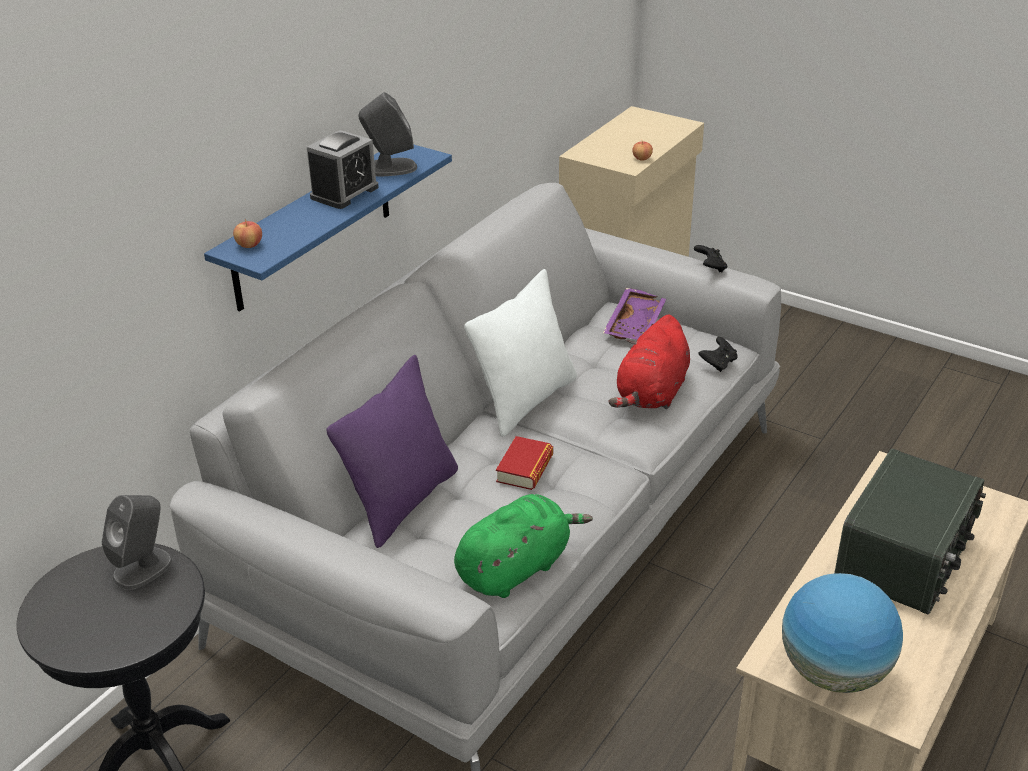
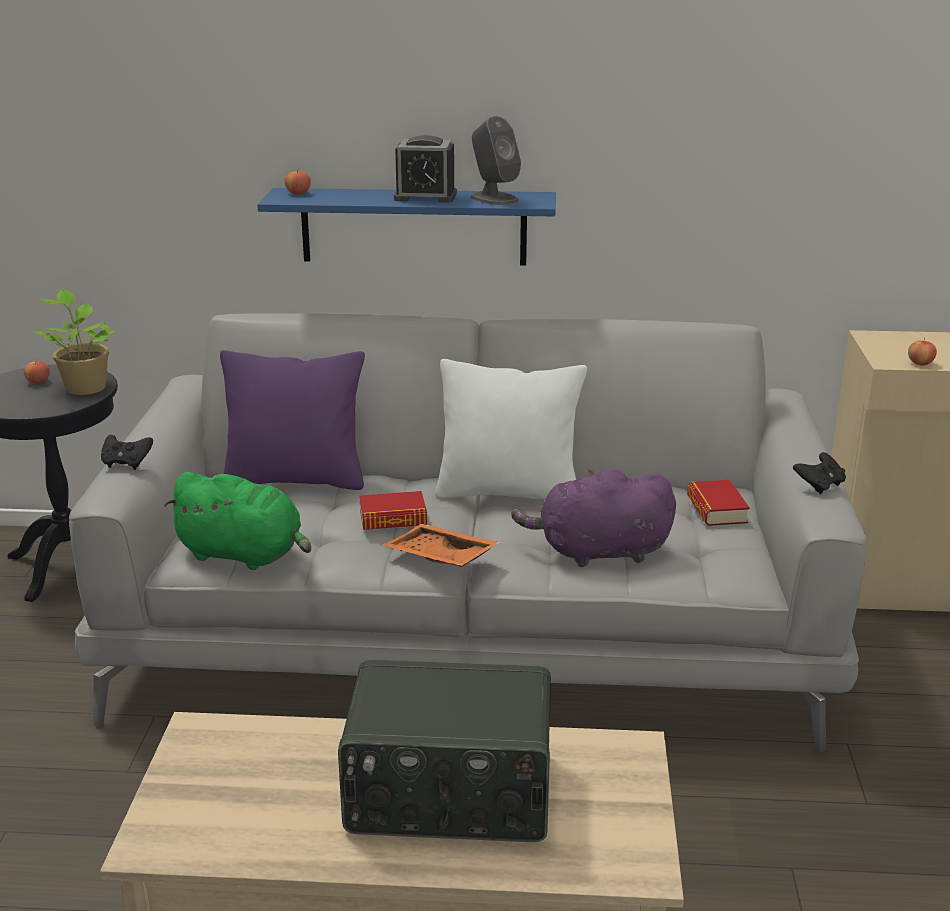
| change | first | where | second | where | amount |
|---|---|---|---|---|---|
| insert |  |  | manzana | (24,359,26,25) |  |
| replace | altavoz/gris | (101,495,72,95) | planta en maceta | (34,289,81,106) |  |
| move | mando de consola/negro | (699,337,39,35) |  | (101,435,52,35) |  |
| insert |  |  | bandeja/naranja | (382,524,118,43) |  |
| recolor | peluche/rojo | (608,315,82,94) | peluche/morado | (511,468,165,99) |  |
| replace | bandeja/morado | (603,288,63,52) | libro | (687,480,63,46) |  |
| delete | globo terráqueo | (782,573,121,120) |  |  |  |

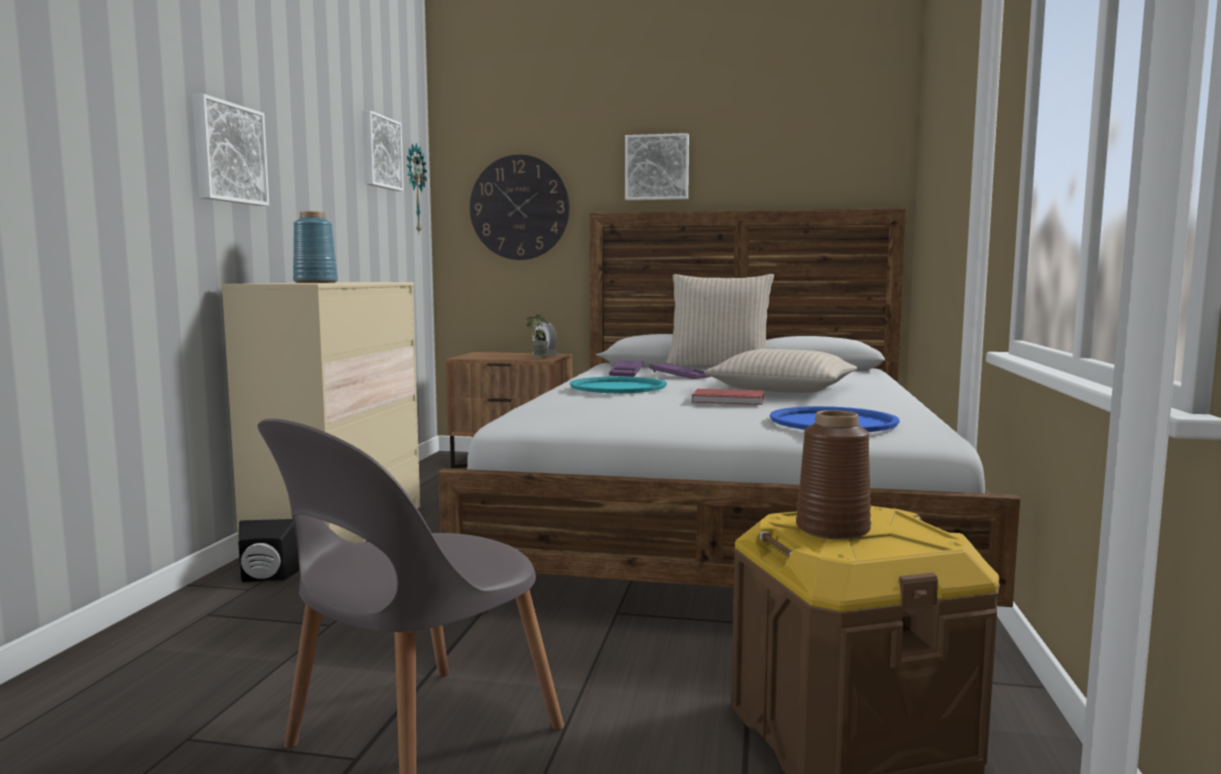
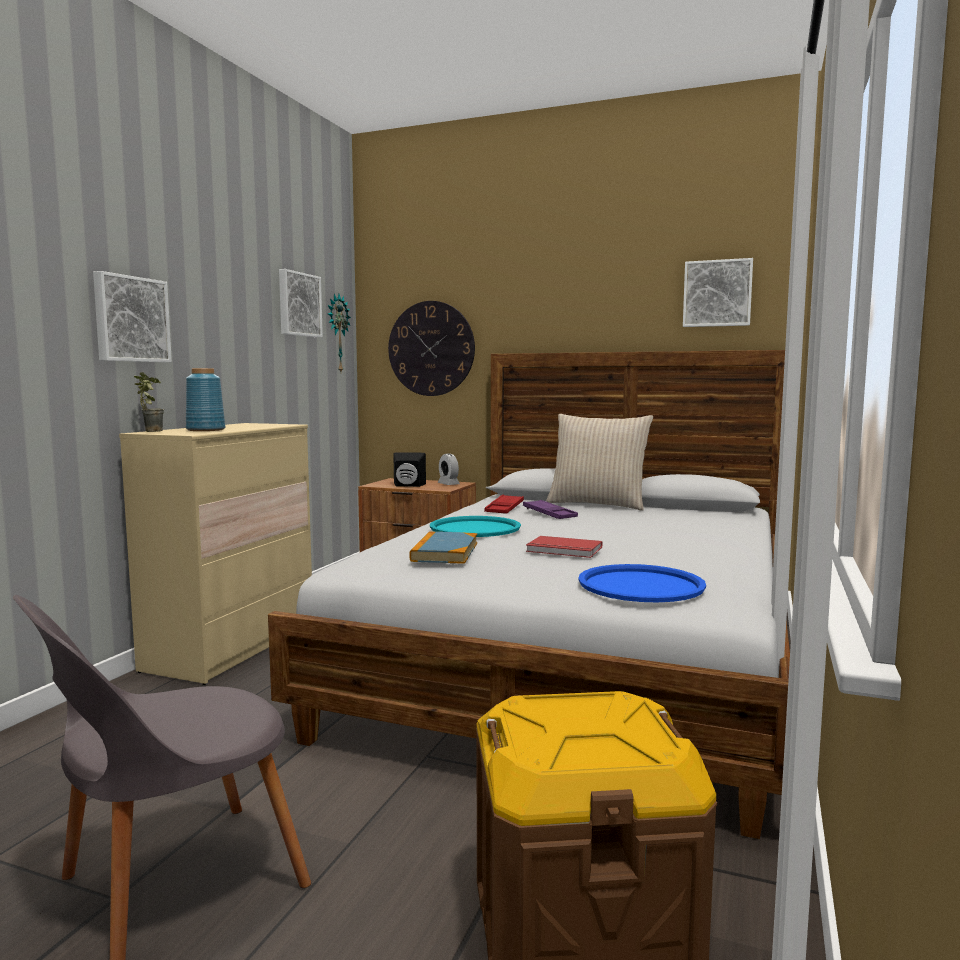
| change | first | where | second | where | amount |
|---|---|---|---|---|---|
| move | planta en maceta | (526,314,22,45) |  | (134,372,30,60) |  |
| move | altavoz/negro | (238,519,61,63) |  | (393,452,33,35) |  |
| insert |  |  | libro | (409,531,68,33) |  |
| recolor | bandeja/morado | (609,360,35,17) | bandeja/rojo | (484,494,40,20) |  |
| move | cuadro | (625,133,64,67) |  | (683,258,70,69) |  |
| delete | cojín/beis | (704,349,154,44) |  |  |  |
| delete | florero/marrón | (796,410,75,130) |  |  |  |

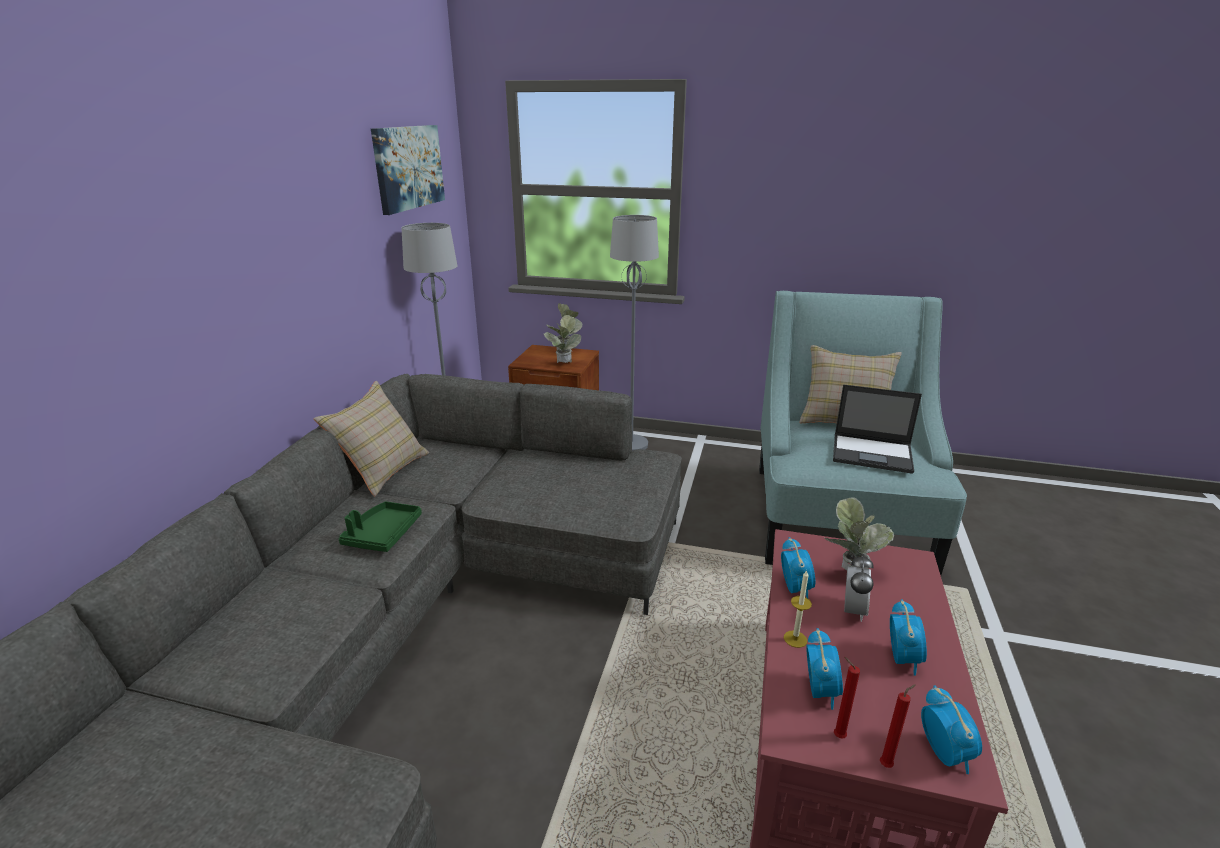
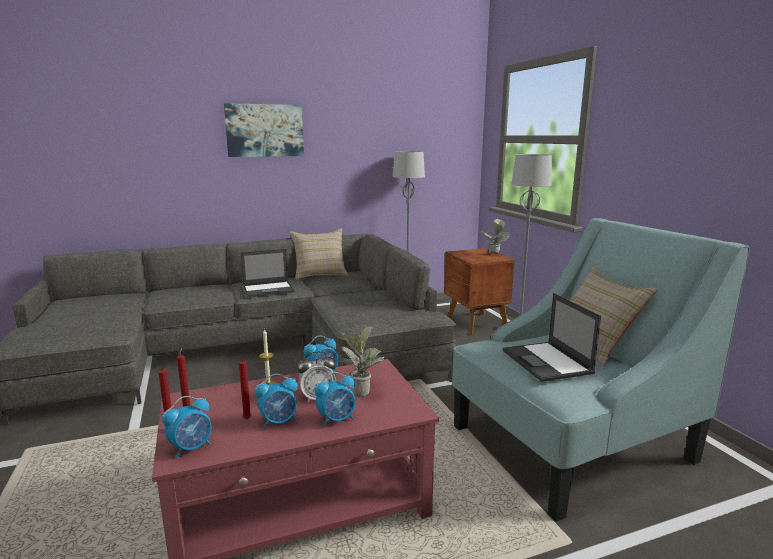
| change | first | where | second | where | amount |
|---|---|---|---|---|---|
| move | cuadro | (371,125,74,90) |  | (224,103,80,54) |  |
| insert |  |  | vela/rojo | (239,358,13,61) |  |
| replace | bandeja/verde | (339,502,83,50) | portátil | (240,249,54,49) |  |
| move | despertador | (806,628,37,82) |  | (314,372,41,55) |  |
| delete | planta en maceta | (544,315,37,48) |  |  |  |

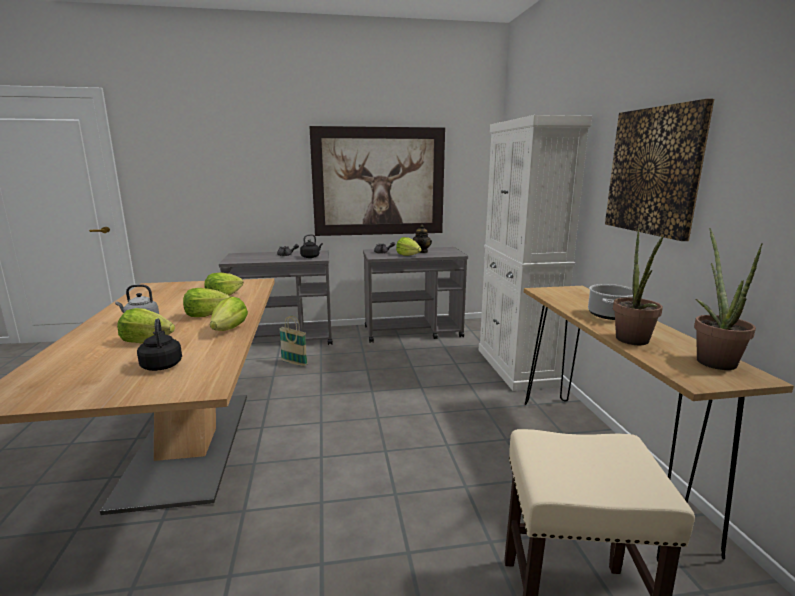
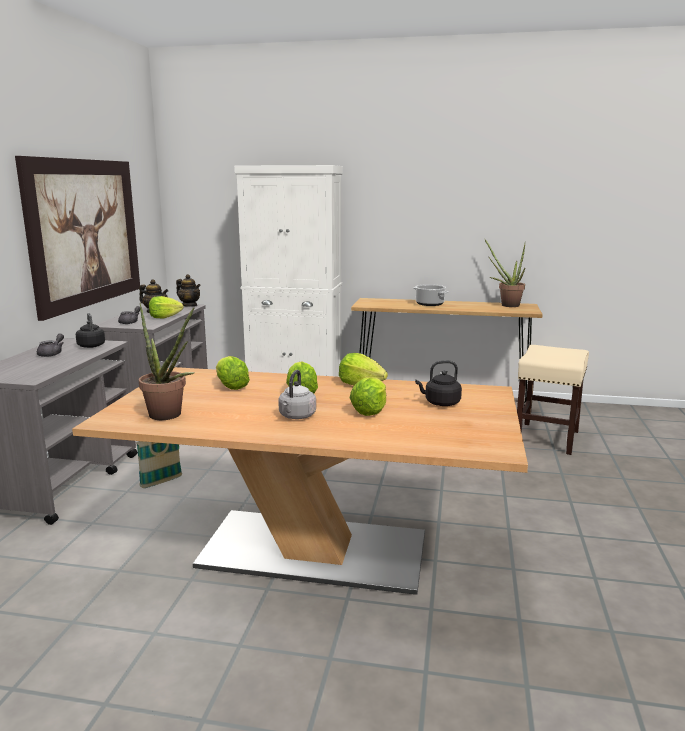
| change | first | where | second | where | amount |
|---|---|---|---|---|---|
| move | planta en maceta | (613,228,51,117) |  | (139,303,56,117) |  |
| insert |  |  | tetera | (176,274,25,33) |  |
| delete | cuadro | (605,99,109,142) |  |  |  |

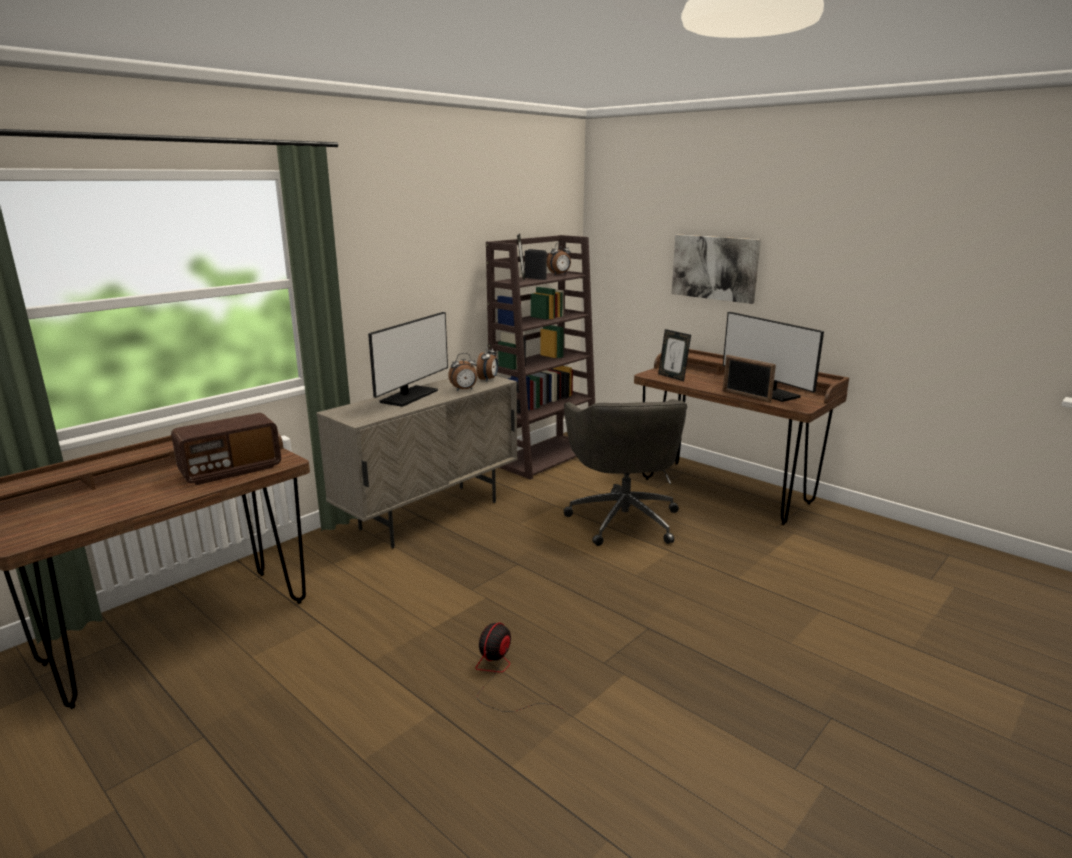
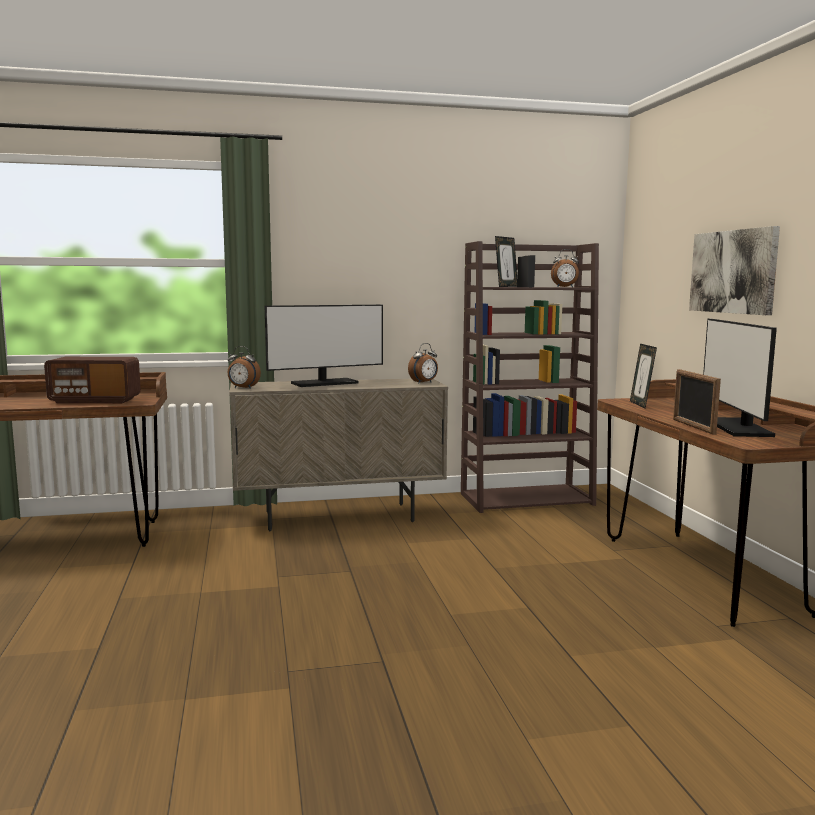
| change | first | where | second | where | amount |
|---|---|---|---|---|---|
| move | despertador | (448,353,29,38) |  | (228,346,33,43) |  |
| delete | ventilador | (475,622,88,90) |  |  |  |
| delete | silla de oficina/gris | (564,399,123,147) |  |  |  |

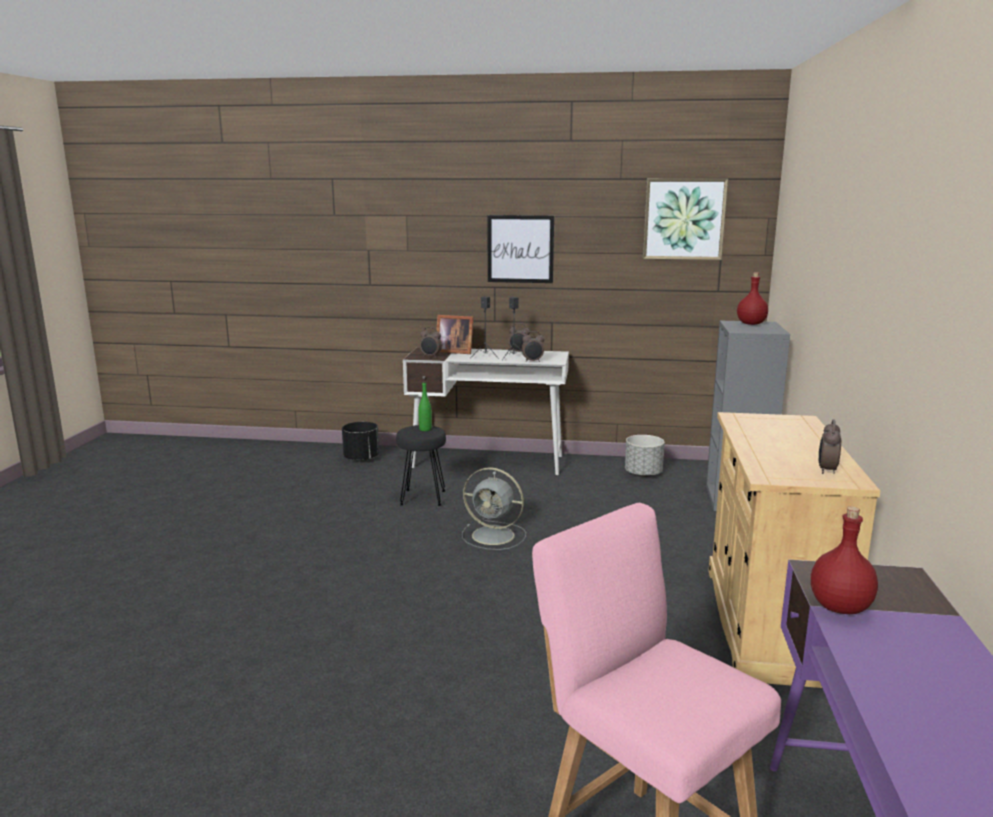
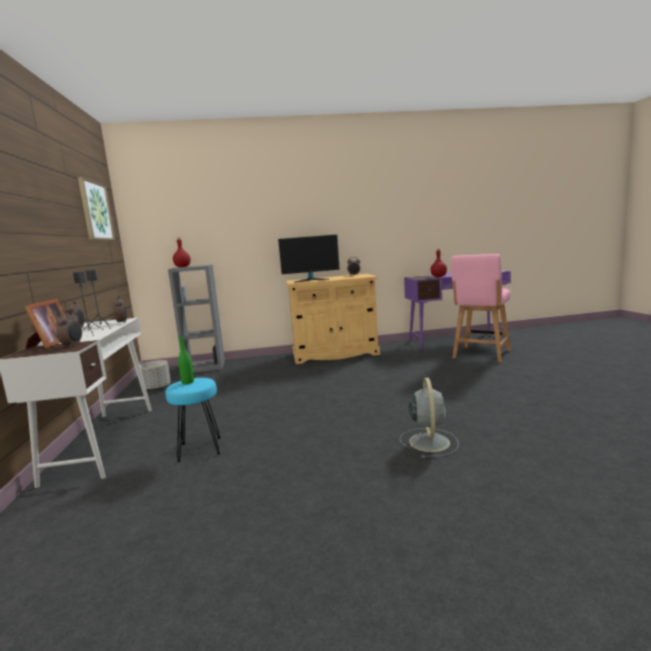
| change | first | where | second | where | amount |
|---|---|---|---|---|---|
| recolor | taburete/negro | (396,425,50,81) | taburete/turquesa | (166,378,55,84) |  |
| insert |  |  | monitor | (278,235,62,48) |  |
| move | ventilador/gris | (462,467,64,83) |  | (400,378,59,80) |  |
| delete | maceta/negro | (342,422,37,40) |  |  |  |
| delete | cuadro | (488,215,66,68) |  |  |  |

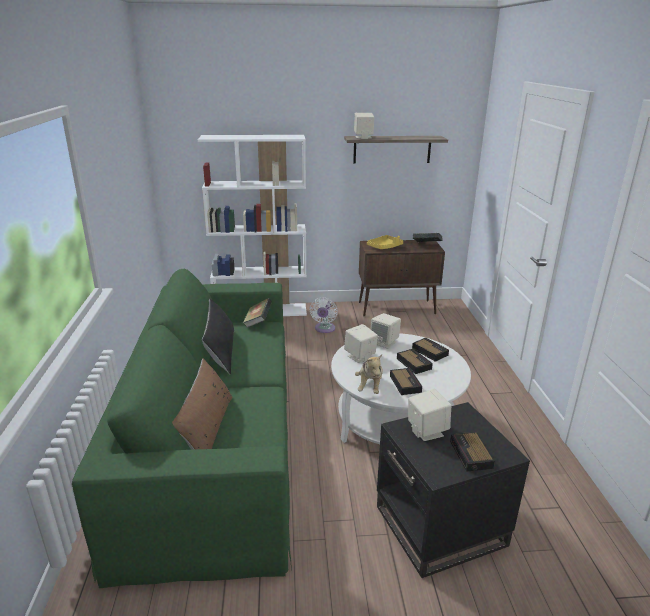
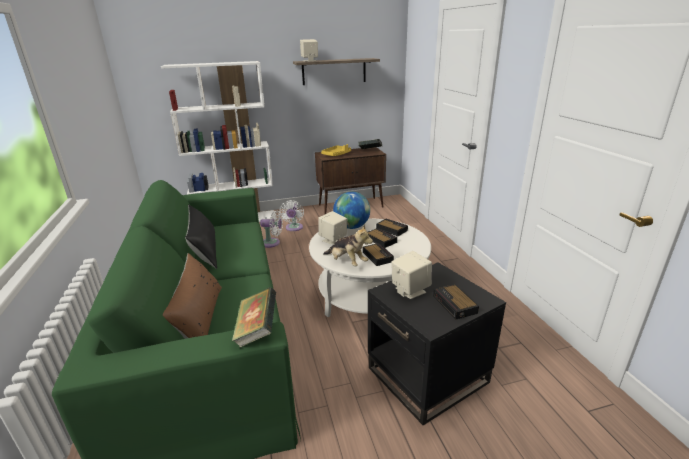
| change | first | where | second | where | amount |
|---|---|---|---|---|---|
| move | libro | (243,298,29,30) |  | (232,287,44,61) |  |
| insert |  |  | ventilador/blanco | (260,211,23,37) |  |
| rotate | peluche | (355,354,28,40) |  | (323,225,50,41) | 45 degrees counterclockwise |
| replace | altavoz/beis | (370,313,31,36) | globo terráqueo | (333,191,37,38) |  |

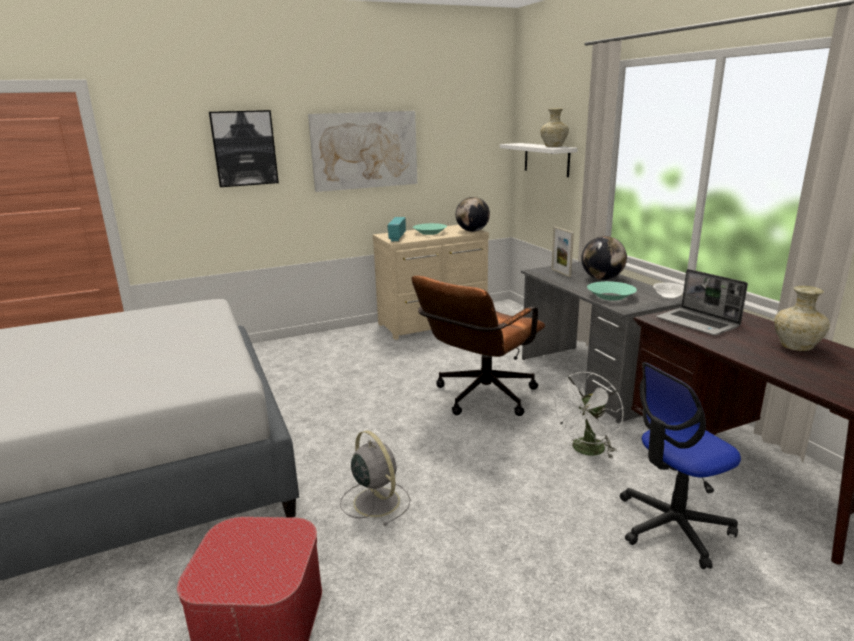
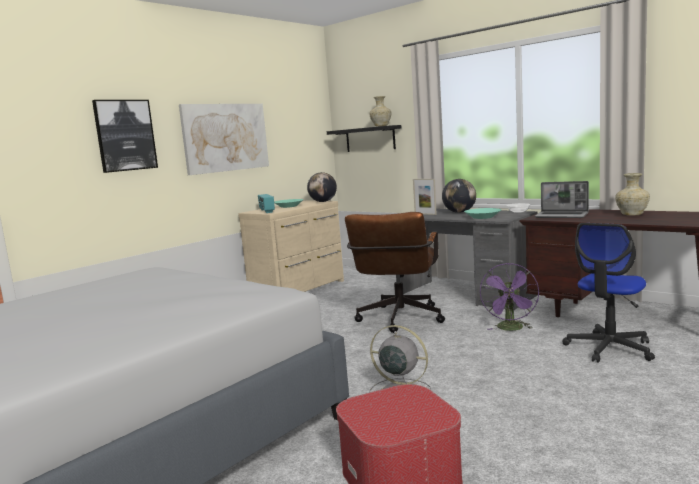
| change | first | where | second | where | amount |
|---|---|---|---|---|---|
| recolor | estante/blanco | (500,143,78,34) | estante/negro | (327,125,74,27) |  |
| recolor | ventilador/blanco | (550,372,74,86) | ventilador/morado | (480,263,59,68) |  |

